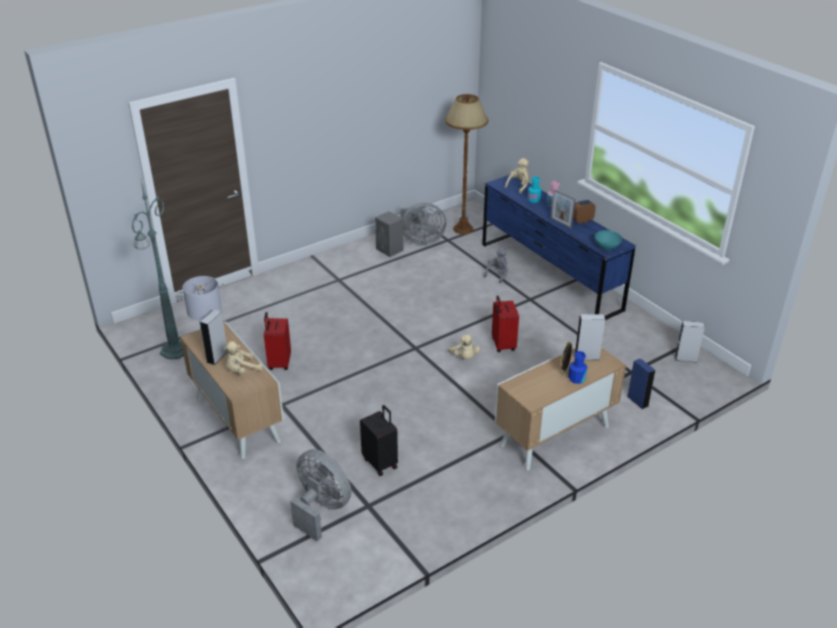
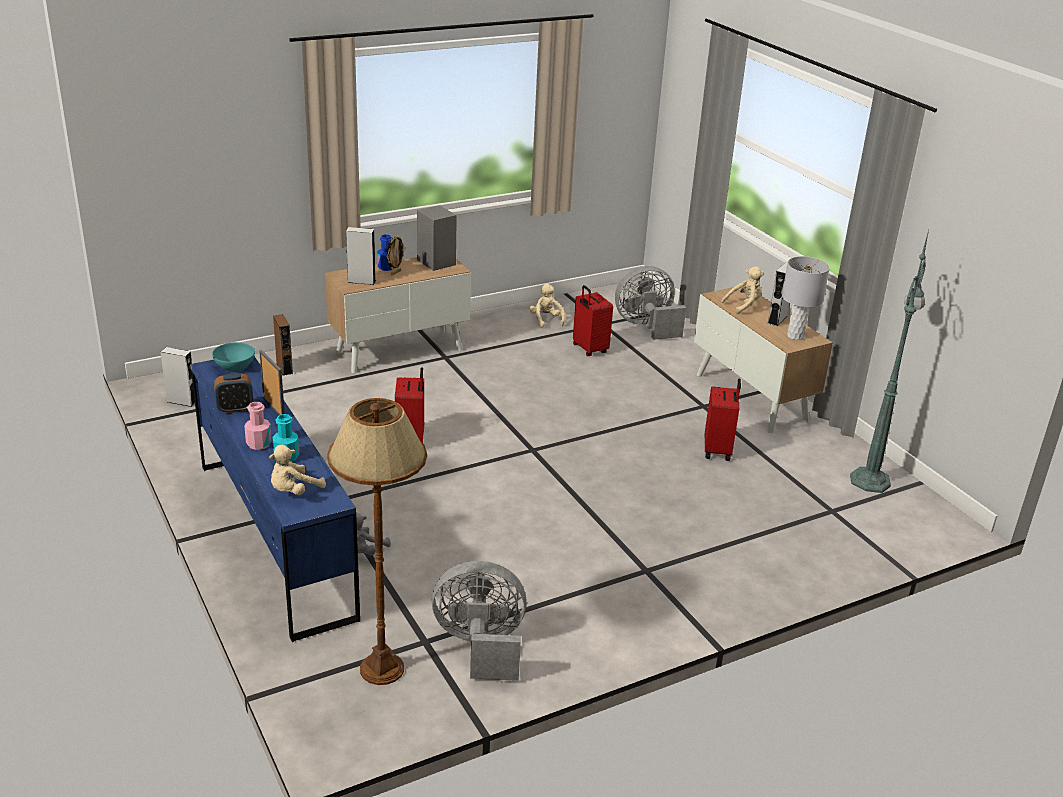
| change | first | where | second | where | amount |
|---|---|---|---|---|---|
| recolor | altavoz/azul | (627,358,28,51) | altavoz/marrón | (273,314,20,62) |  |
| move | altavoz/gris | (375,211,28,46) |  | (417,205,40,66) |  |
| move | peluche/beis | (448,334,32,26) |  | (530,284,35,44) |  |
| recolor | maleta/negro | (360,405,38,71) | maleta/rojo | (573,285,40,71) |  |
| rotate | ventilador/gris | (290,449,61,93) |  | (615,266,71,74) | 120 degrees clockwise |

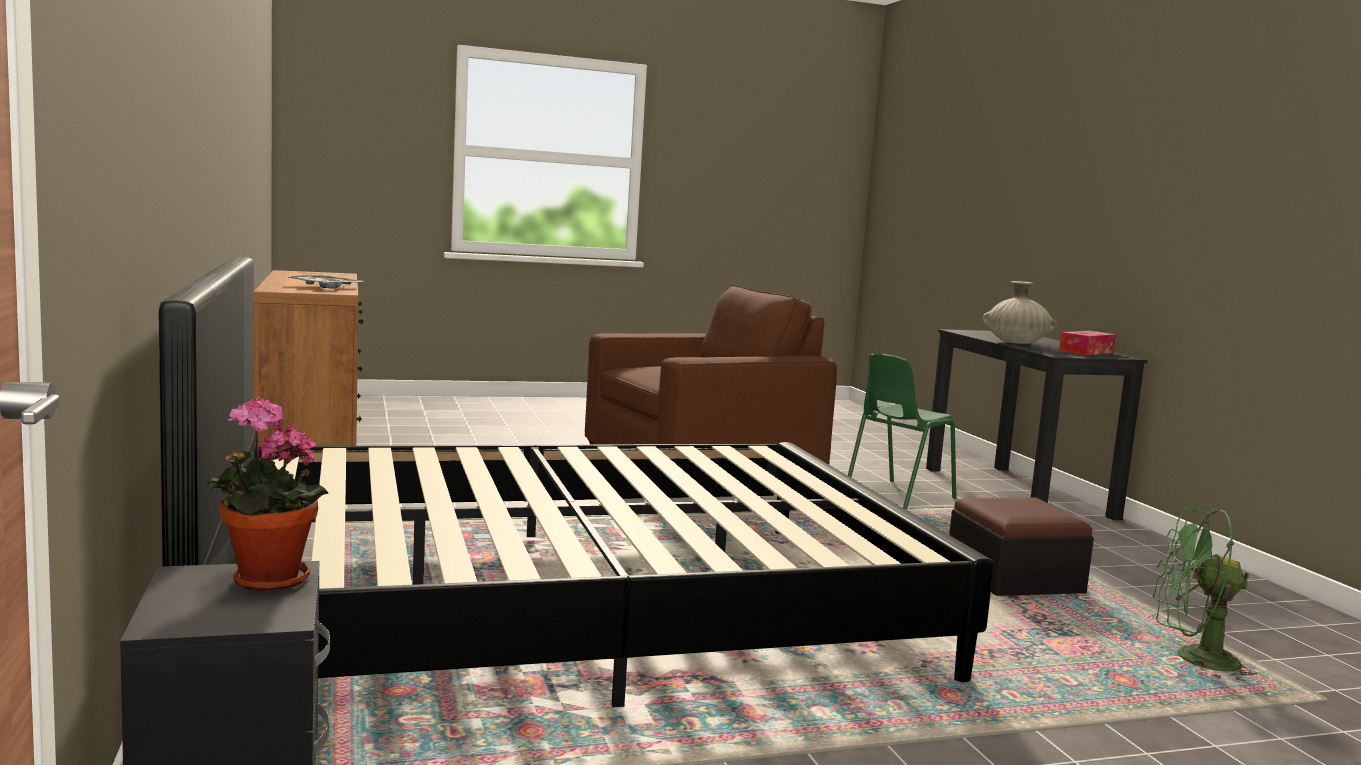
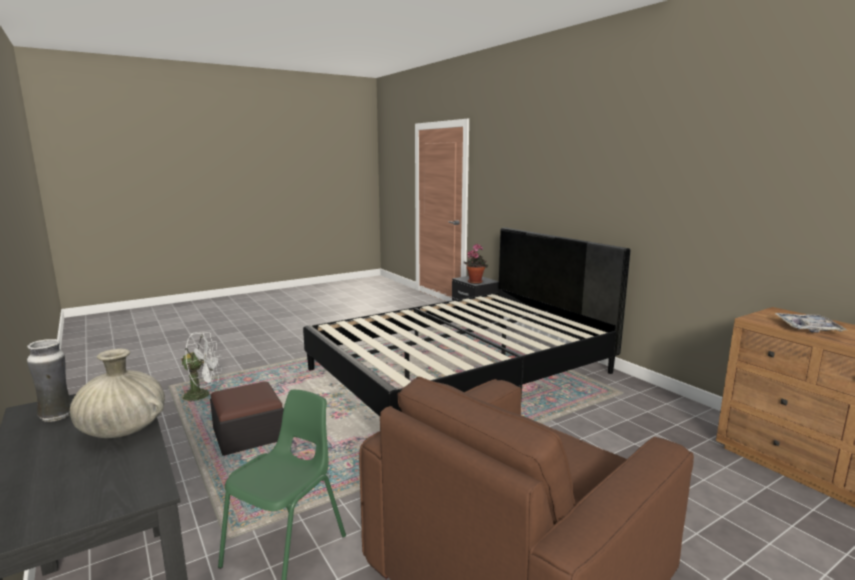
| change | first | where | second | where | amount |
|---|---|---|---|---|---|
| replace | caja de pañuelos | (1059,331,57,24) | florero | (27,339,44,83) |  |
| recolor | ventilador/verde | (1153,506,104,174) | ventilador/blanco | (181,332,41,70) |  |

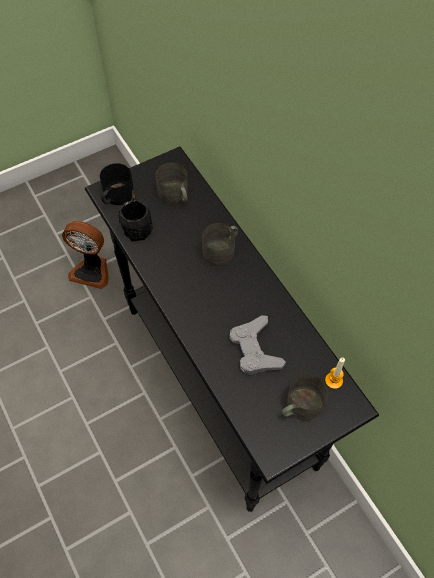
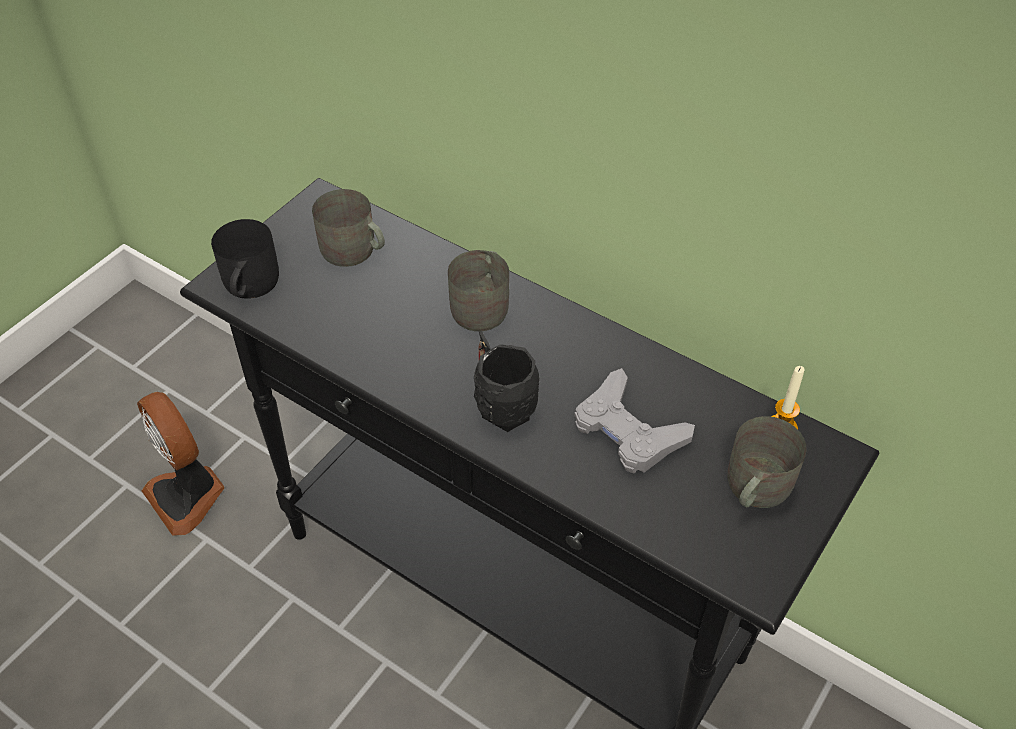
| change | first | where | second | where | amount |
|---|---|---|---|---|---|
| rotate | ventilador | (62,221,47,68) |  | (137,392,87,144) | 60 degrees clockwise |
| move | taza grande/negro | (118,190,35,52) |  | (474,330,66,102) |  |

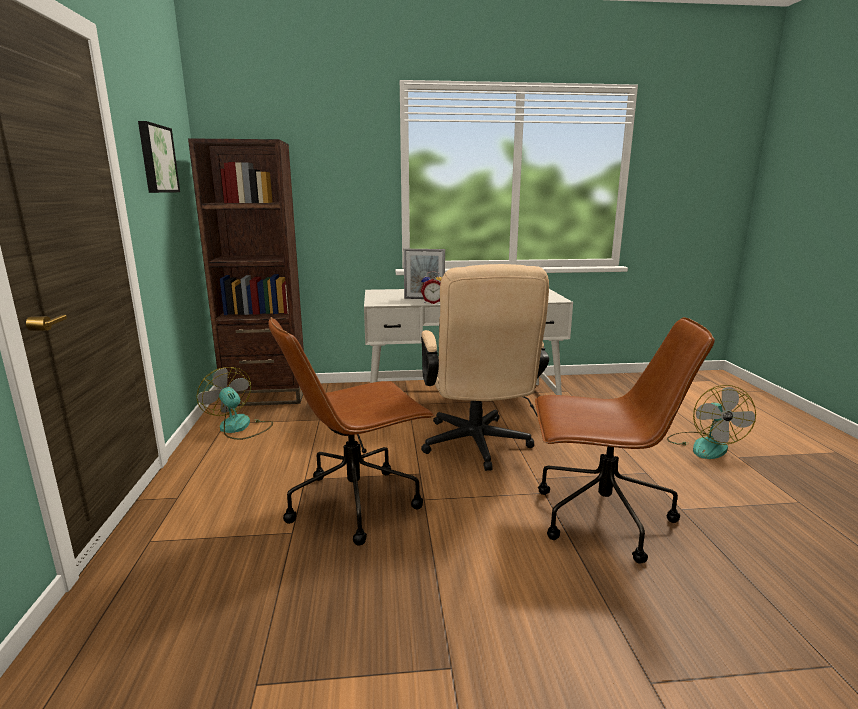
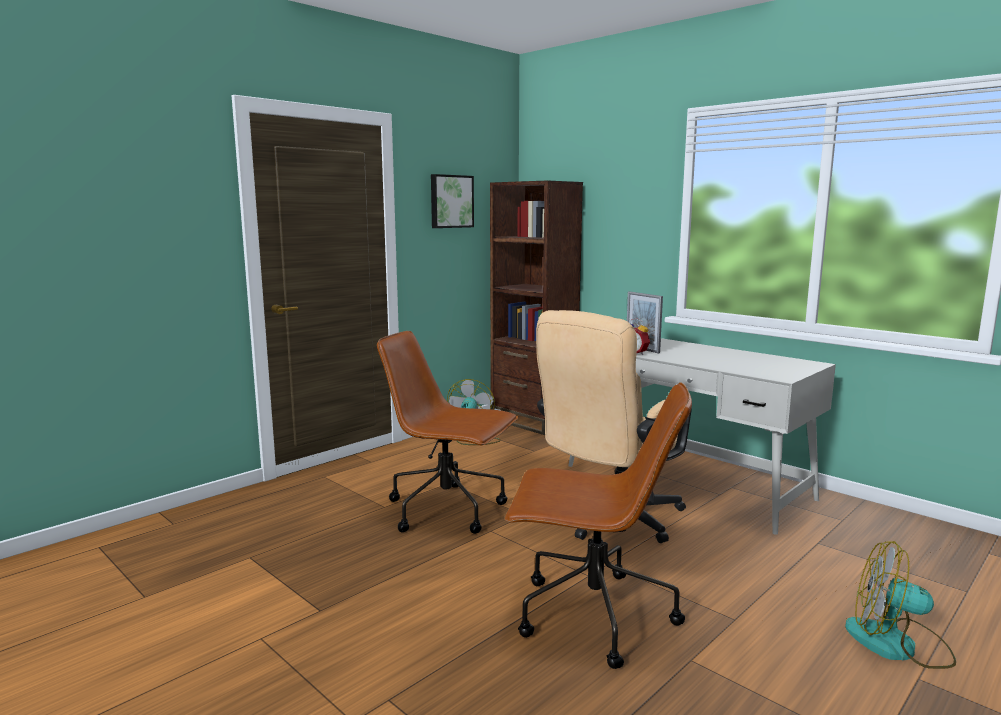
| change | first | where | second | where | amount |
|---|---|---|---|---|---|
| rotate | silla de oficina/marrón | (535,317,180,246) |  | (505,382,187,287) | 45 degrees counterclockwise |
| rotate | ventilador | (667,385,89,74) |  | (845,541,111,128) | 60 degrees clockwise |

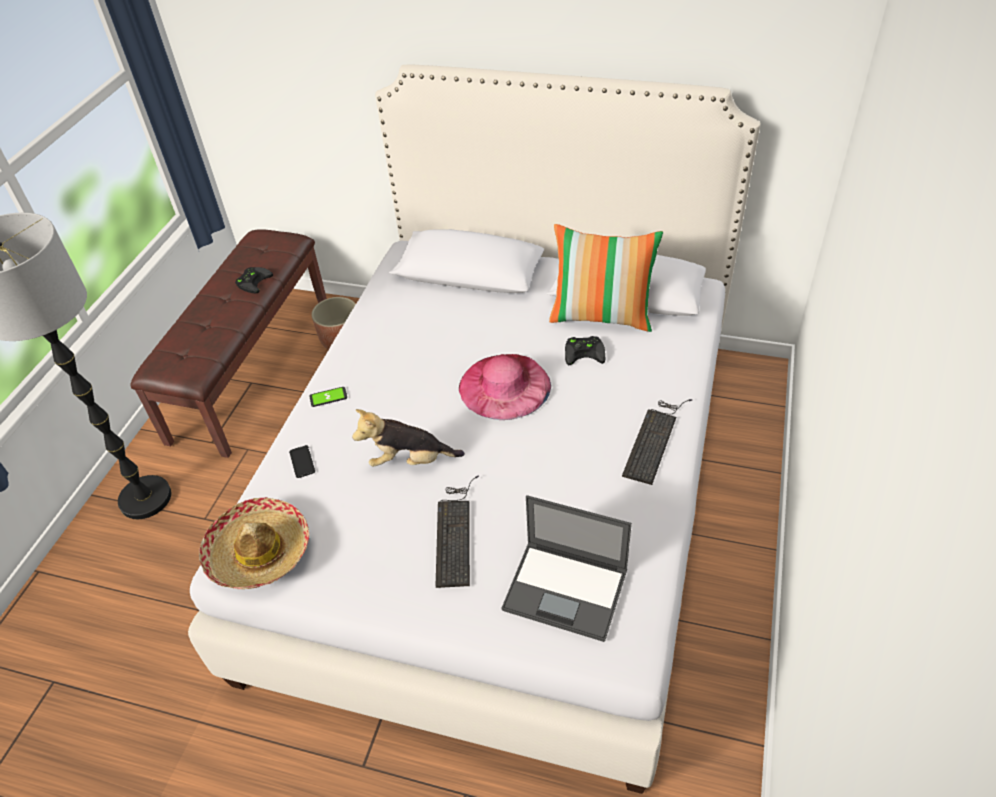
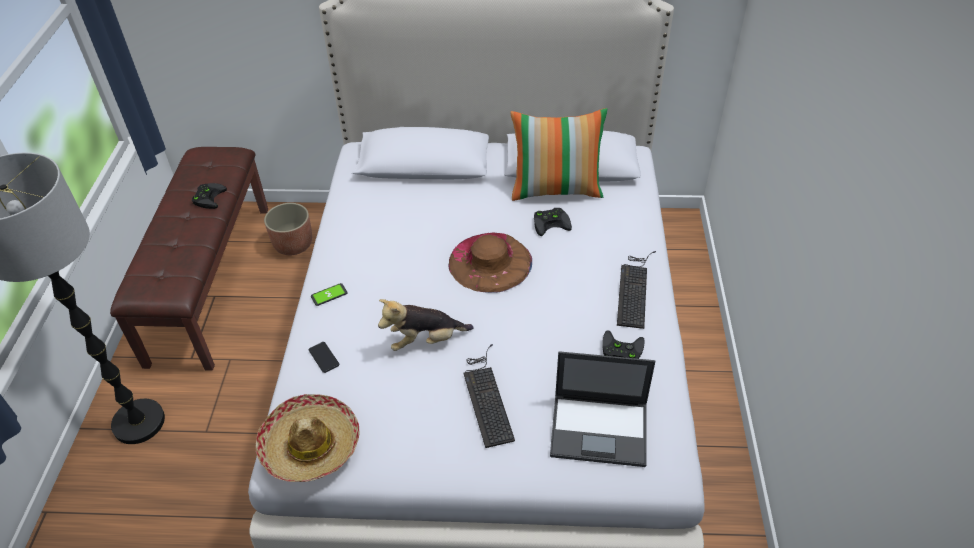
| change | first | where | second | where | amount |
|---|---|---|---|---|---|
| recolor | sombrero/rosa | (459,354,92,66) | sombrero/marrón | (448,232,84,61) |  |
| insert |  |  | mando de consola/negro | (602,330,43,29) |  |

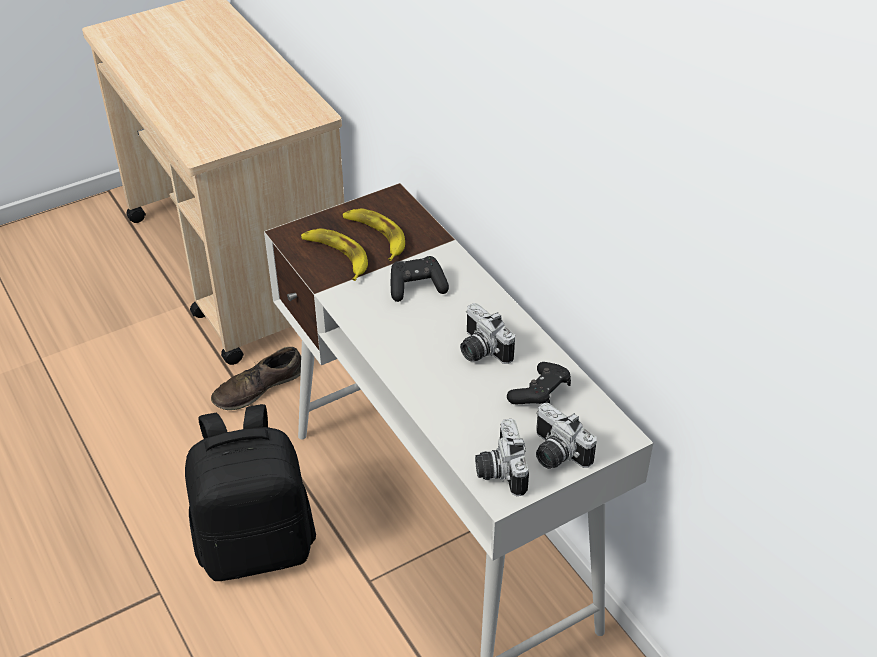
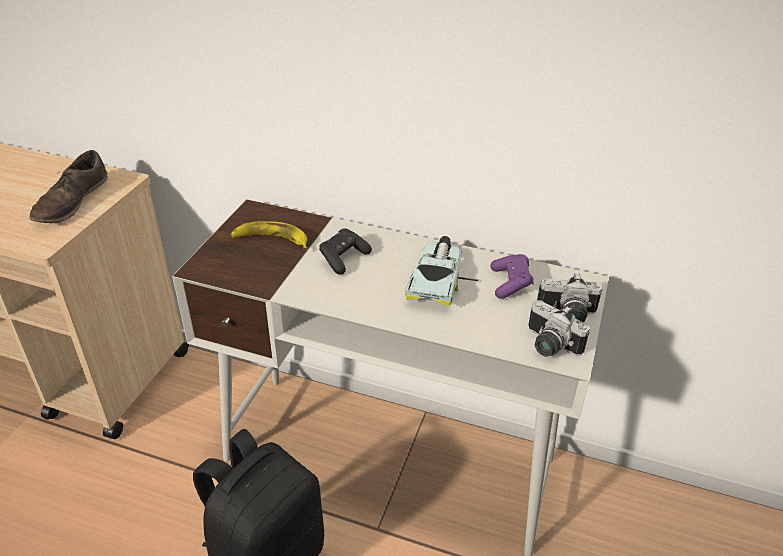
| change | first | where | second | where | amount |
|---|---|---|---|---|---|
| move | zapato/marrón | (211,347,90,63) |  | (29,150,79,73) |  |
| replace | cámara | (460,303,55,61) | coche de juguete | (405,236,73,70) |  |
| recolor | mando de consola/negro | (507,362,64,42) | mando de consola/morado | (490,254,44,45) |  |
| delete | plátano | (301,228,67,53) |  |  |  |

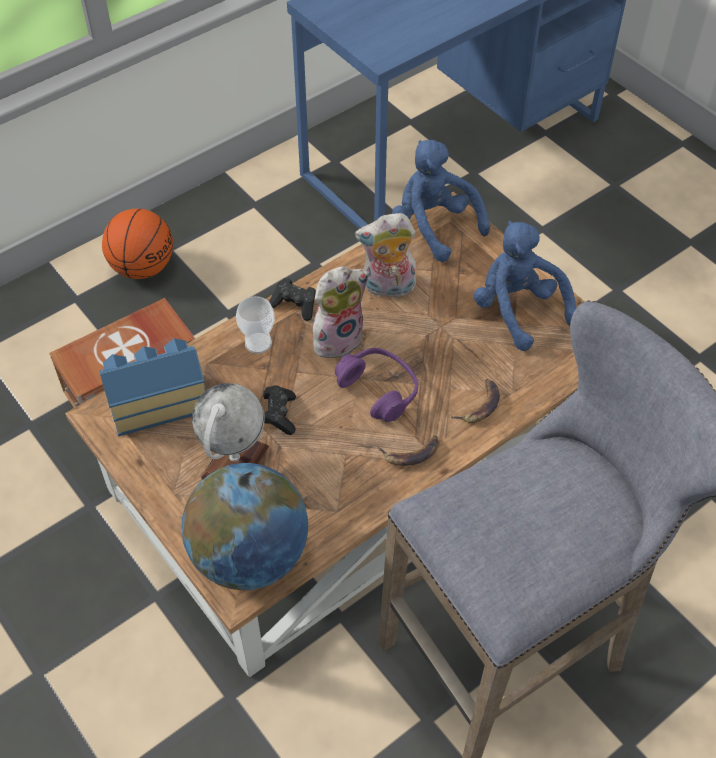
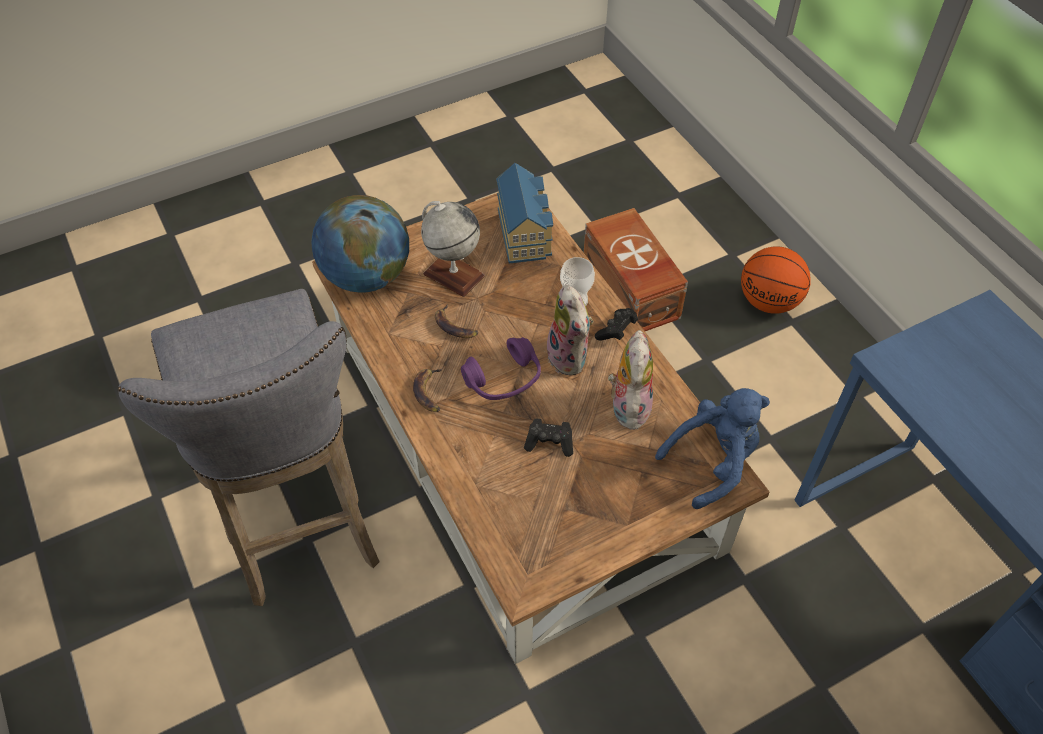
| change | first | where | second | where | amount |
|---|---|---|---|---|---|
| move | plátano | (452,379,48,44) |  | (435,304,43,34) |  |
| move | mando de consola/negro | (263,385,33,50) |  | (524,418,49,39) |  |
| delete | peluche/azul | (474,221,102,130) |  |  |  |

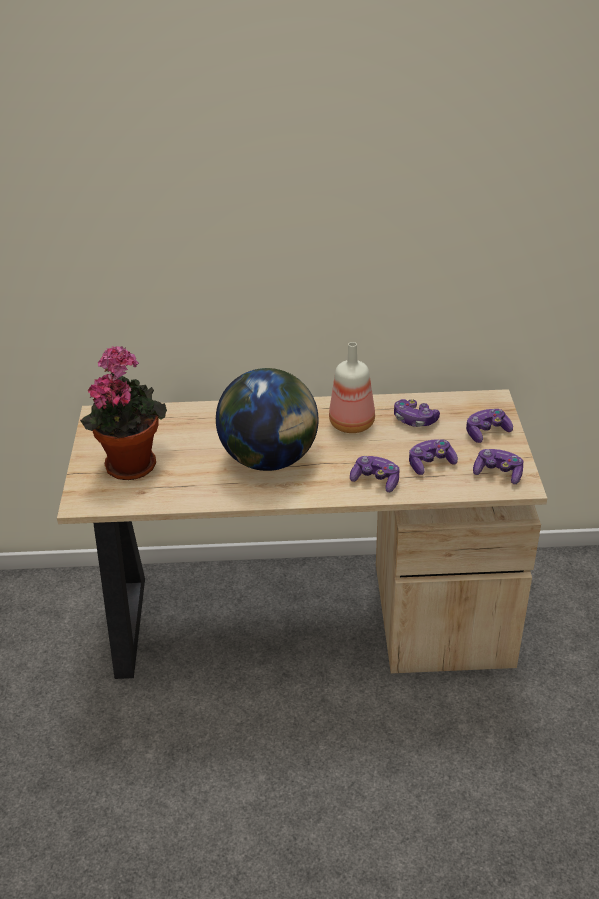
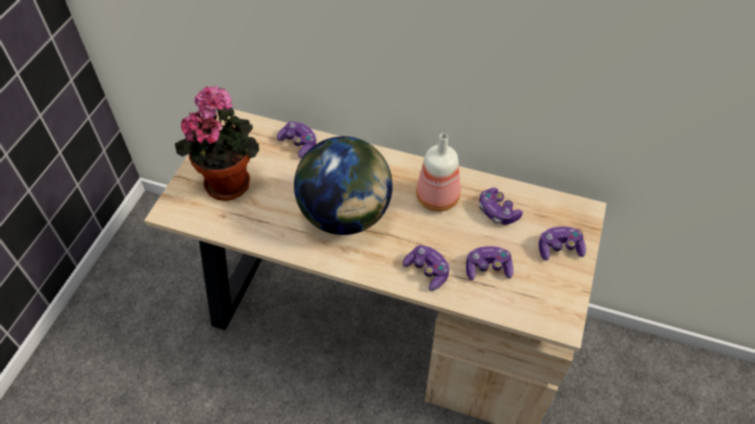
| change | first | where | second | where | amount |
|---|---|---|---|---|---|
| move | mando de consola | (473,449,50,35) |  | (277,121,40,37) |  |

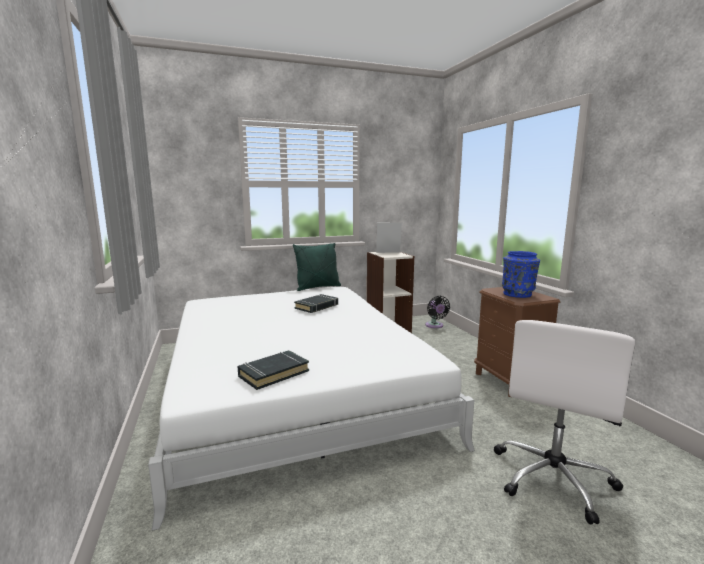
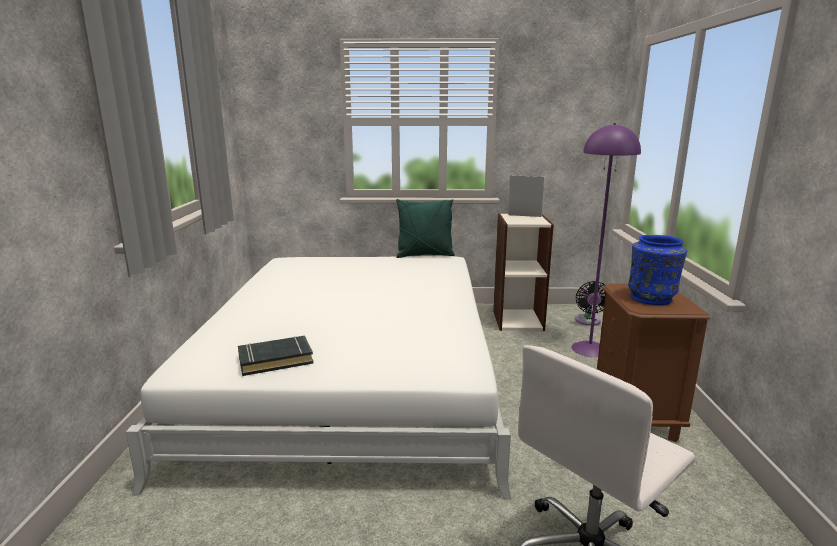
| change | first | where | second | where | amount |
|---|---|---|---|---|---|
| insert |  |  | lámpara de pie/morado | (571,123,70,234) |  |
| delete | libro/negro | (294,294,44,19) |  |  |  |

